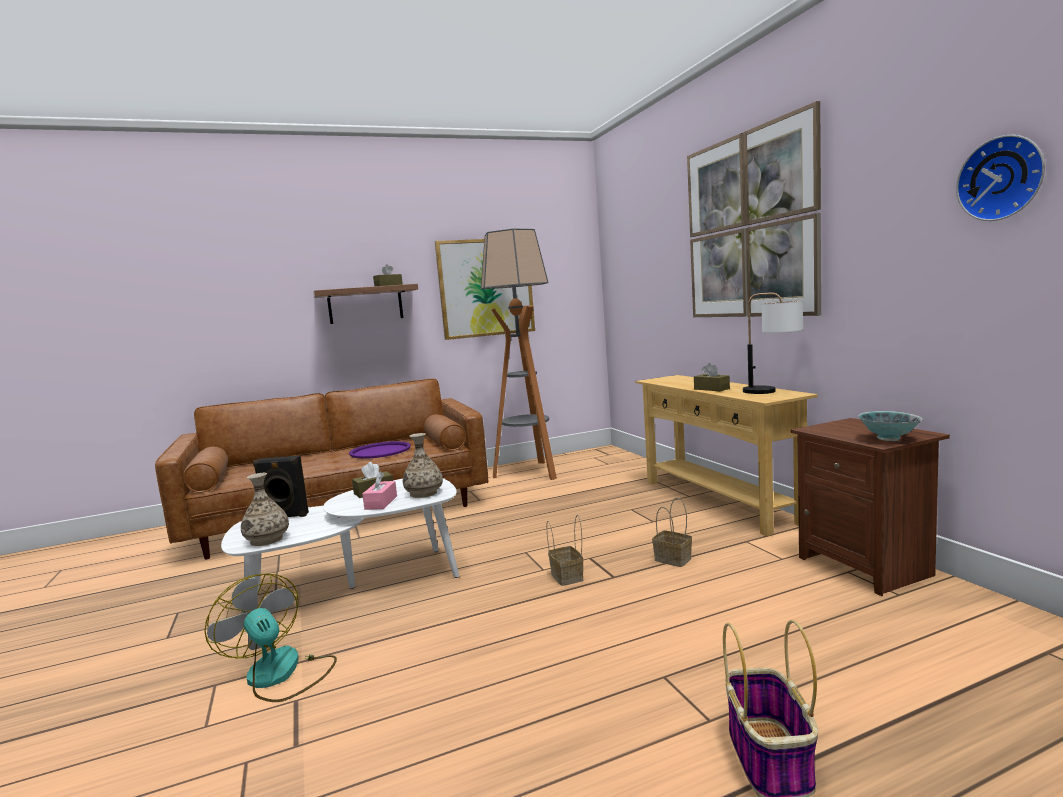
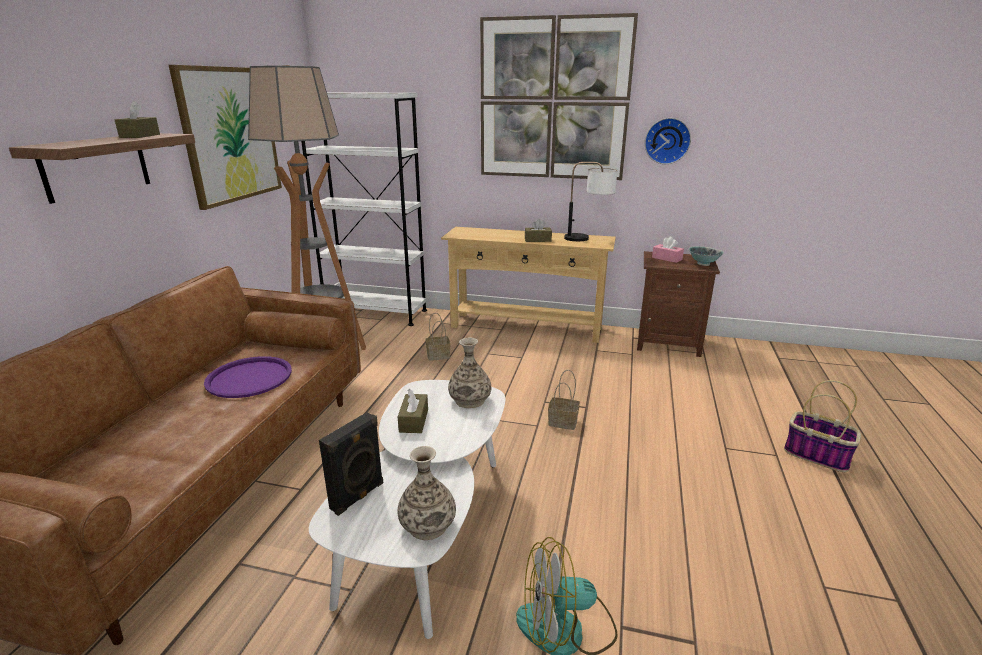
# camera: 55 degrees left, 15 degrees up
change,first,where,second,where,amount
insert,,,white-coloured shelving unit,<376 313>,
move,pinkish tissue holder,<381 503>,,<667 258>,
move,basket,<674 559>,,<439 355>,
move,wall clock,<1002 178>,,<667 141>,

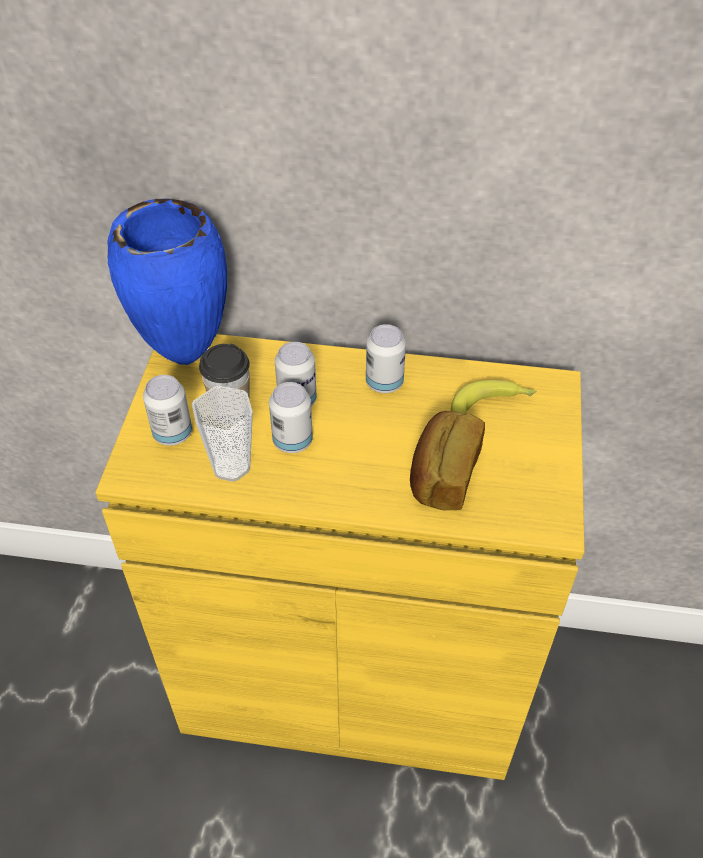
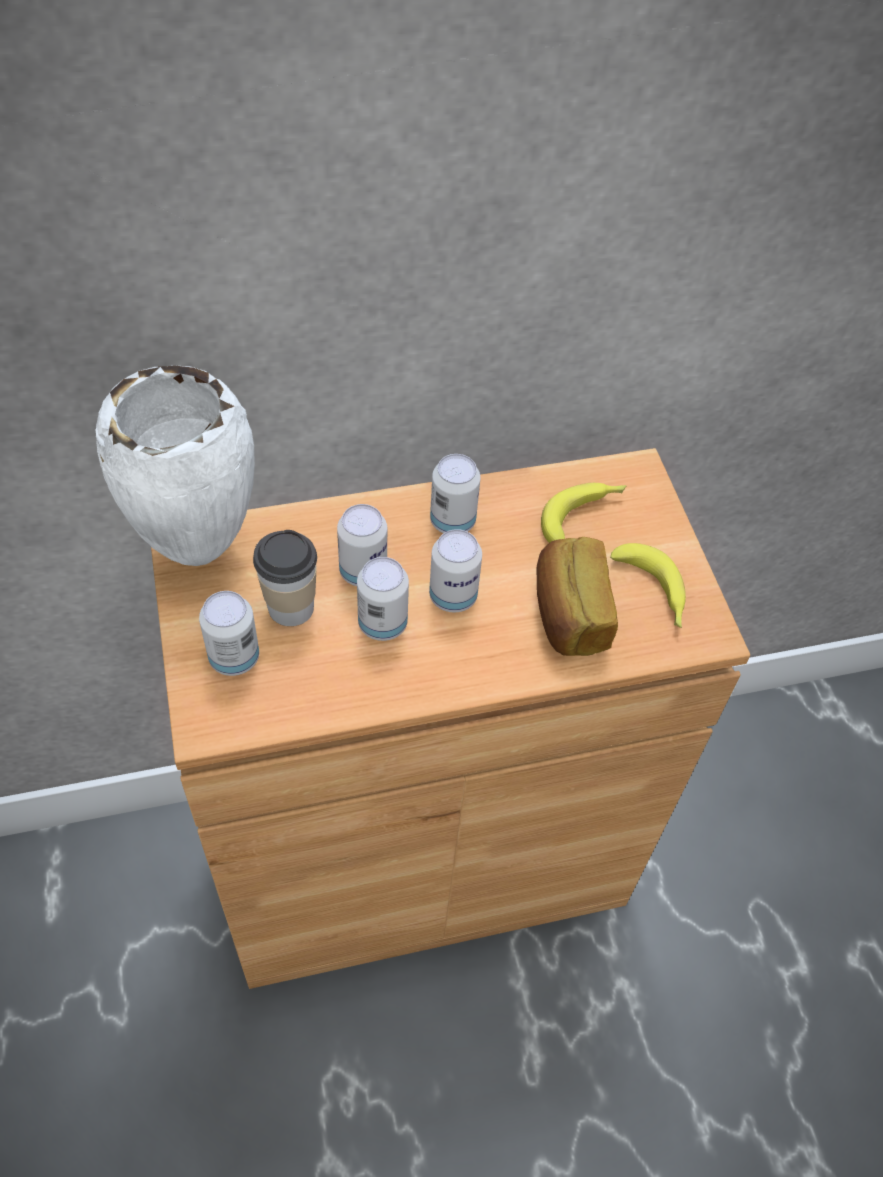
# camera: 25 degrees left, 5 degrees up
change,first,where,second,where,amount
delete,small cup,<231 467>,,,
insert,,,metal can,<453 596>,
insert,,,banana fruit,<652 592>,
recolor,yellowish cupboard,<351 680>,brown-coloured cupboard,<421 856>,
recolor,blue-coloured flower vase,<184 357>,white-coloured flower vase,<198 555>,

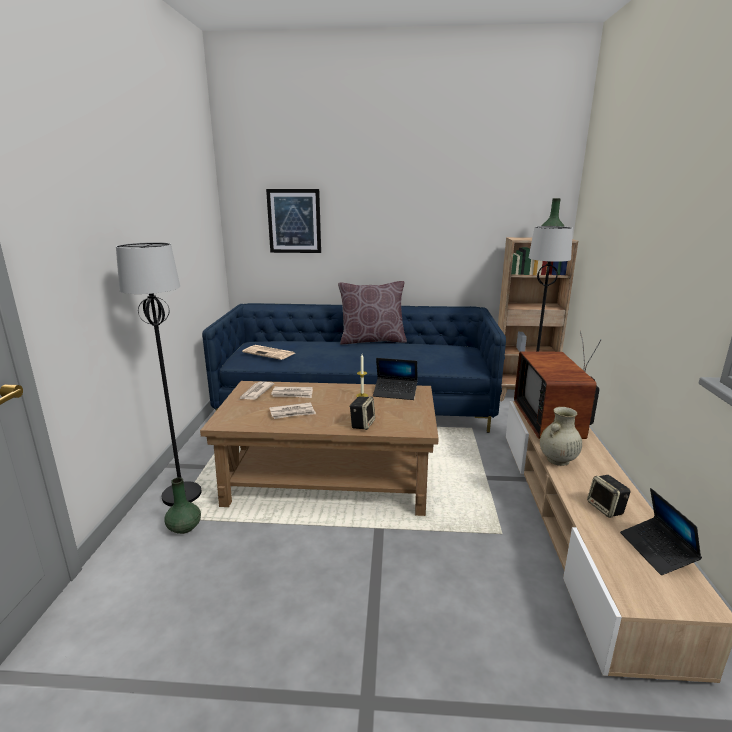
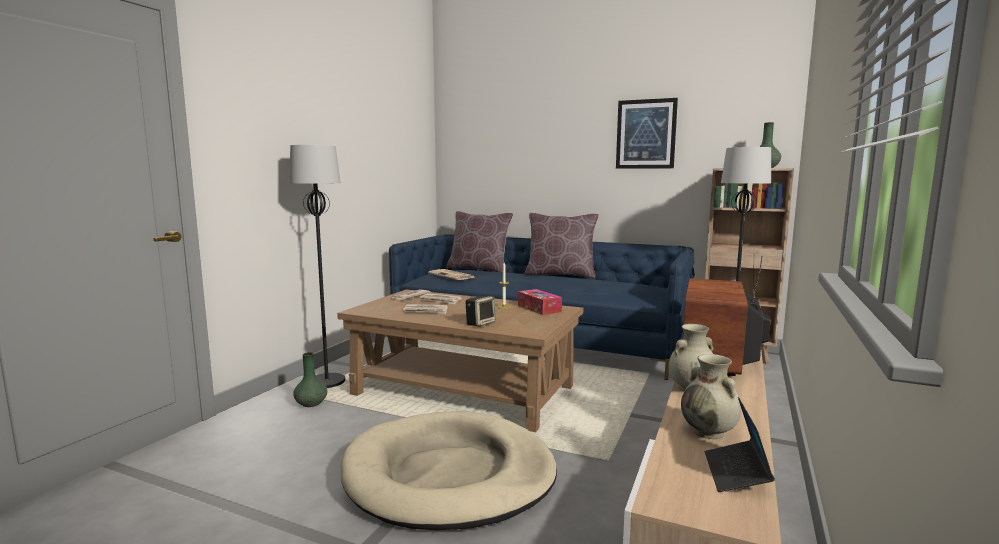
# camera: 20 degrees right, 10 degrees down
change,first,where,second,where,amount
insert,,,sand-coloured pet bed,<449 475>,
insert,,,brown-coloured cushion,<479 269>,
move,picture,<294 221>,,<646 134>,
replace,portable computer,<395 393>,tissue holder,<539 308>,
replace,loudspeaker,<606 508>,sand-coloured flower vase,<709 432>,

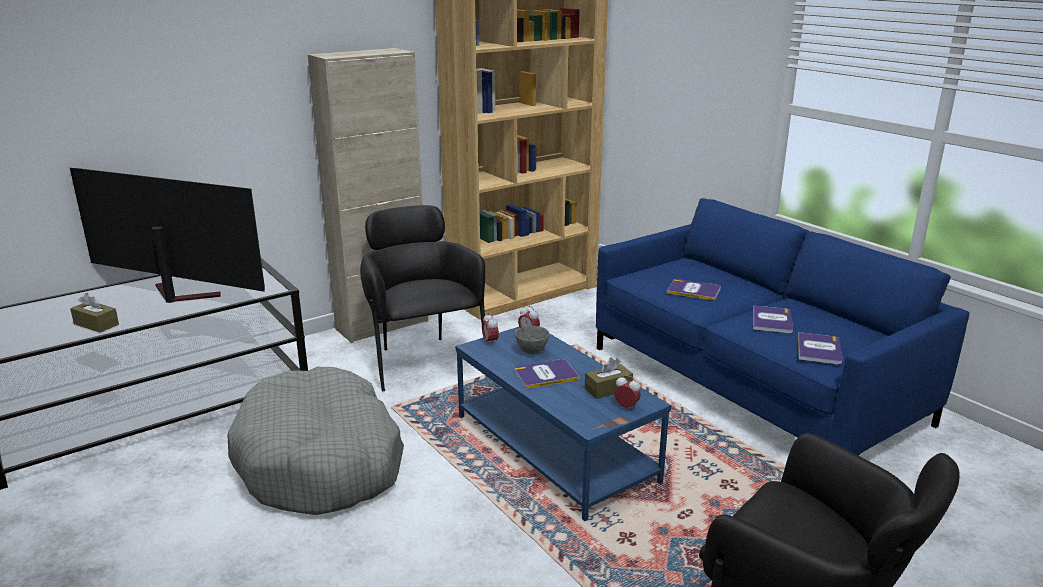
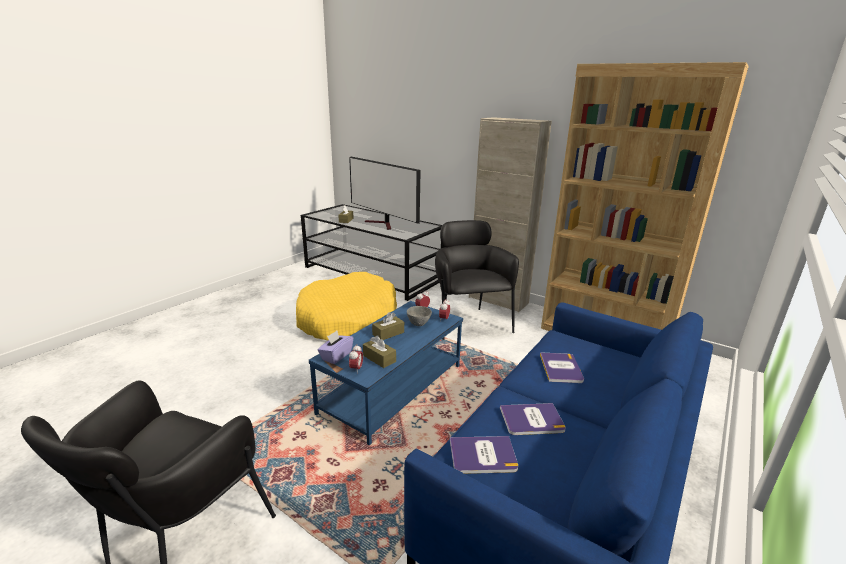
# camera: 70 degrees right, 0 degrees up
change,first,where,second,where,amount
insert,,,purple tissue holder,<336 356>,
replace,bound book,<546 374>,brown-coloured tissue holder,<388 333>,
recolor,grey pet bed,<321 461>,yellowish pet bed,<347 319>,
rotate,TV,<176 296>,,<383 224>,135 degrees clockwise
rotate,black-coloured lounge chair,<423 359>,,<468 321>,60 degrees counterclockwise

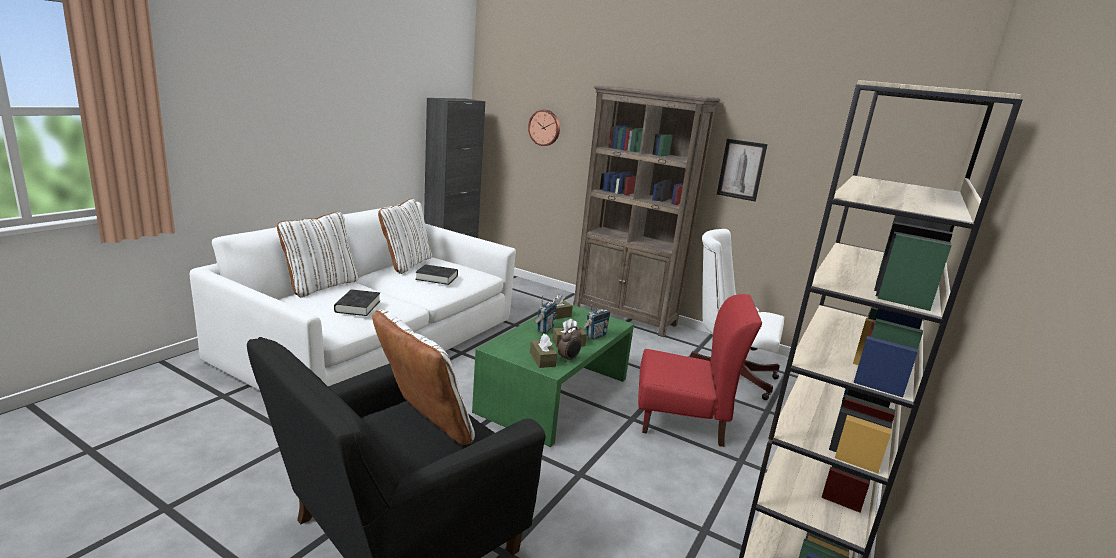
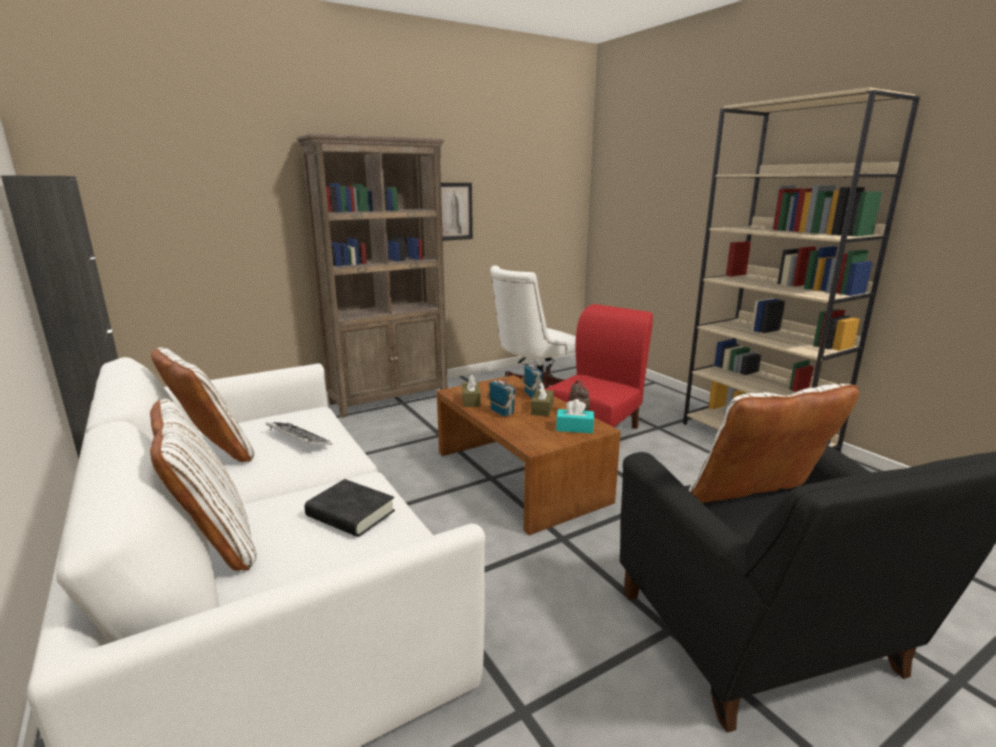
# camera: 60 degrees left, 0 degrees up
change,first,where,second,where,amount
delete,wall clock,<545 127>,,,
replace,black-coloured bound book,<436 278>,PC keyboard,<298 439>,
recolor,greenish lounge table,<553 394>,brown-coloured lounge table,<518 476>,
recolor,brown-coloured tissue holder,<542 359>,blue-green tissue holder,<574 428>,

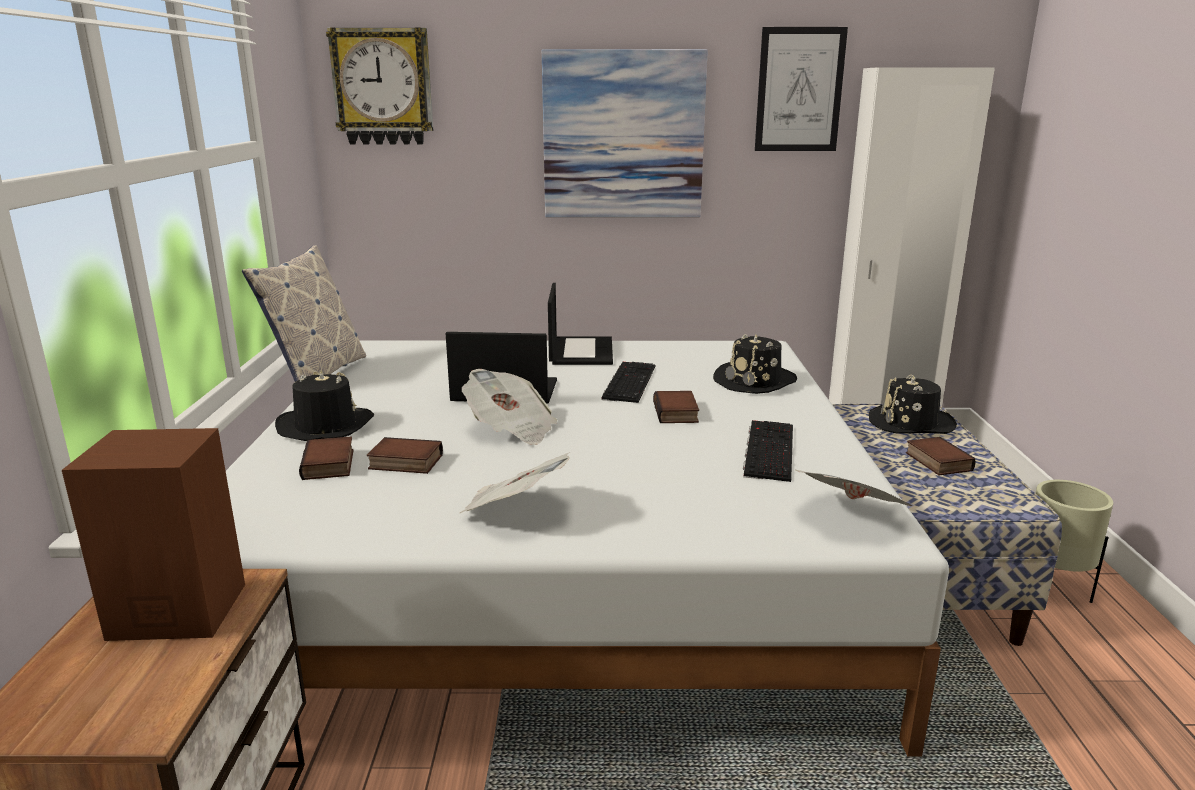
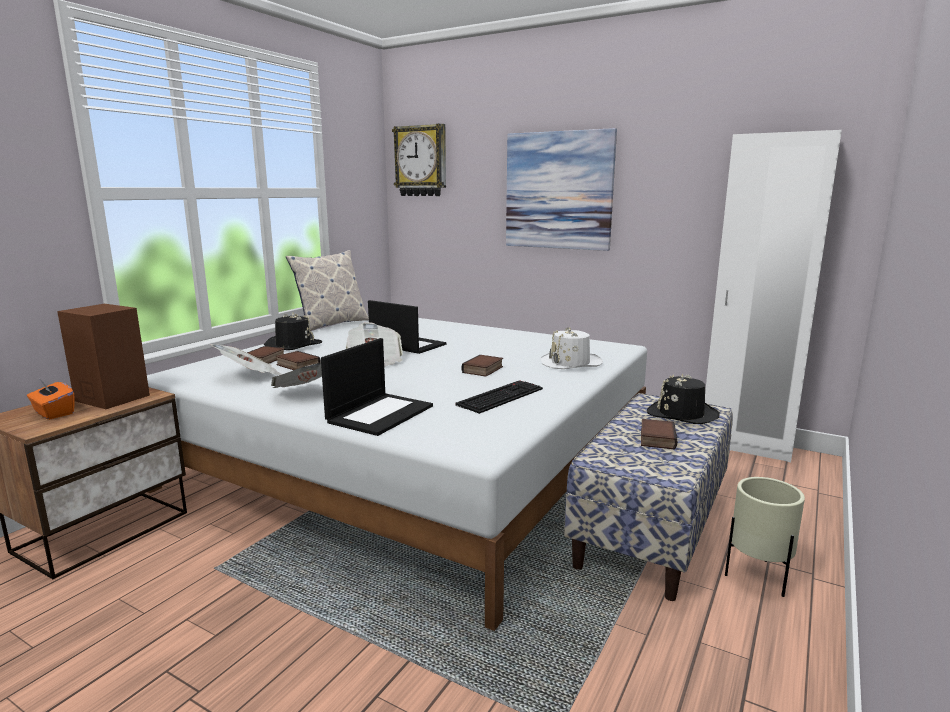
# camera: 30 degrees right, 5 degrees down
change,first,where,second,where,amount
delete,PC keyboard,<628 382>,,,
delete,picture,<799 90>,,,
insert,,,orangey tissue holder,<53 413>,
move,portable computer,<580 351>,,<380 413>,
move,printed paper,<853 516>,,<250 377>,
recolor,black-coloured clothing hat,<755 381>,white-coloured clothing hat,<571 363>,

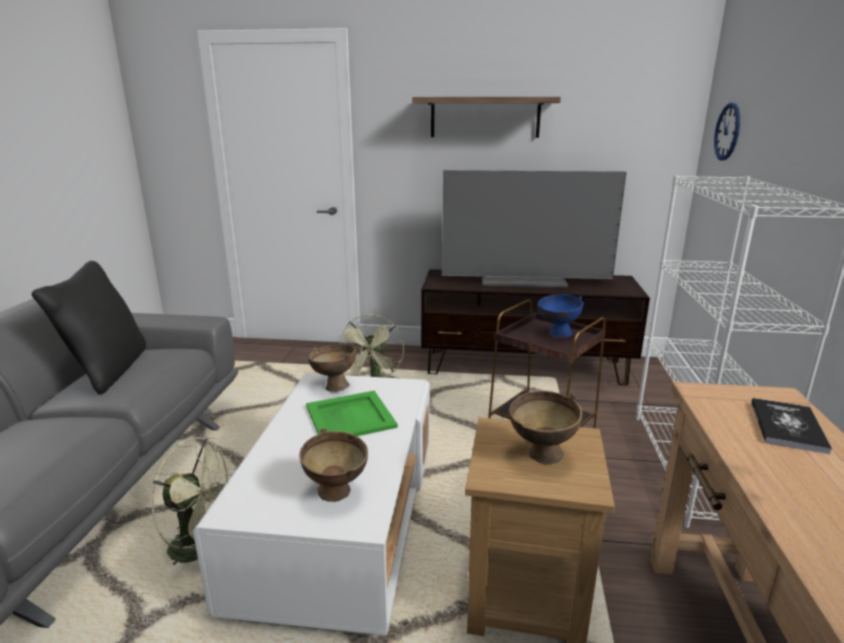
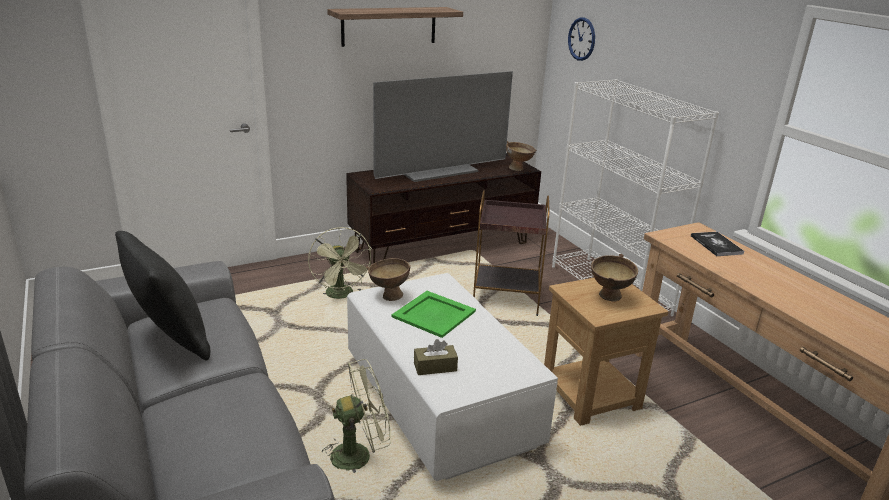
# camera: 35 degrees left, 5 degrees up
change,first,where,second,where,amount
delete,blue-coloured deep dish,<556 334>,,,
insert,,,brown-coloured tissue holder,<435 367>,
move,brown-coloured deep dish,<337 495>,,<519 169>,

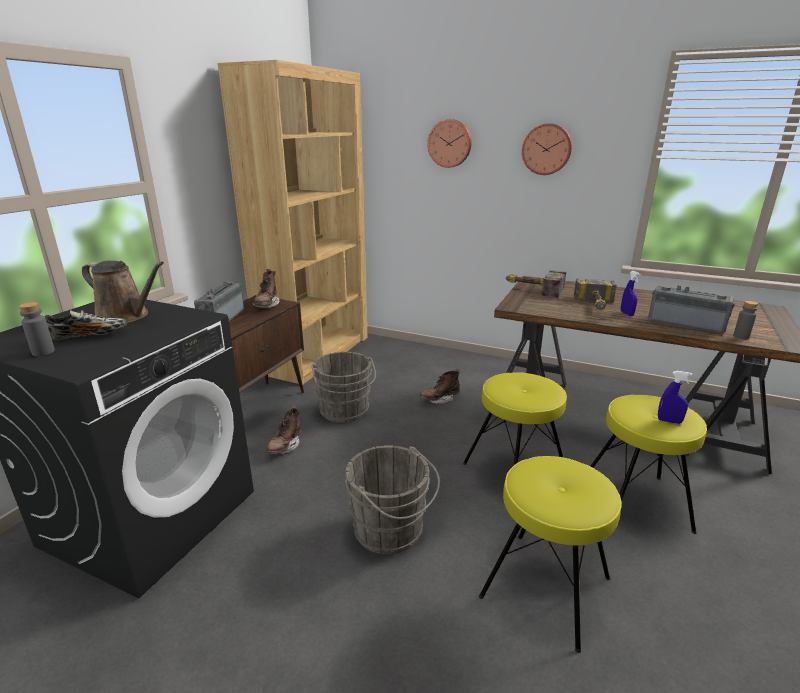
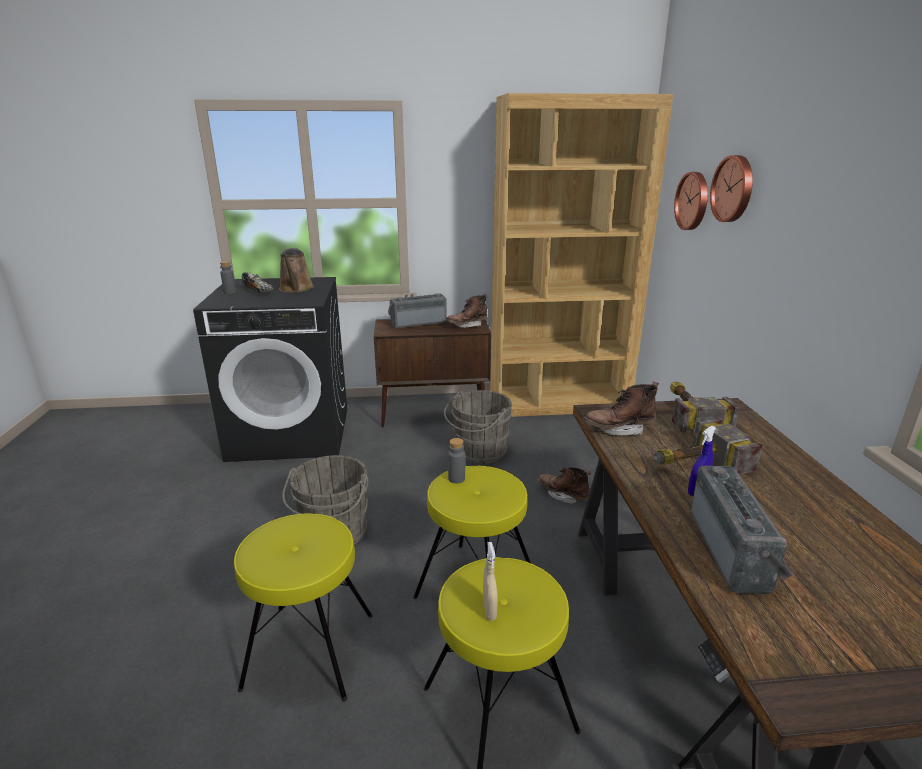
# camera: 60 degrees right, 0 degrees up
change,first,where,second,where,amount
move,brown-coloured high-top boot,<285 446>,,<618 429>,
move,wall clock,<546 149>,,<693 201>,
move,grey drink bottle,<741 336>,,<456 478>,
recolor,blue-coloured sprayer,<669 421>,sand-coloured sprayer,<489 610>,

